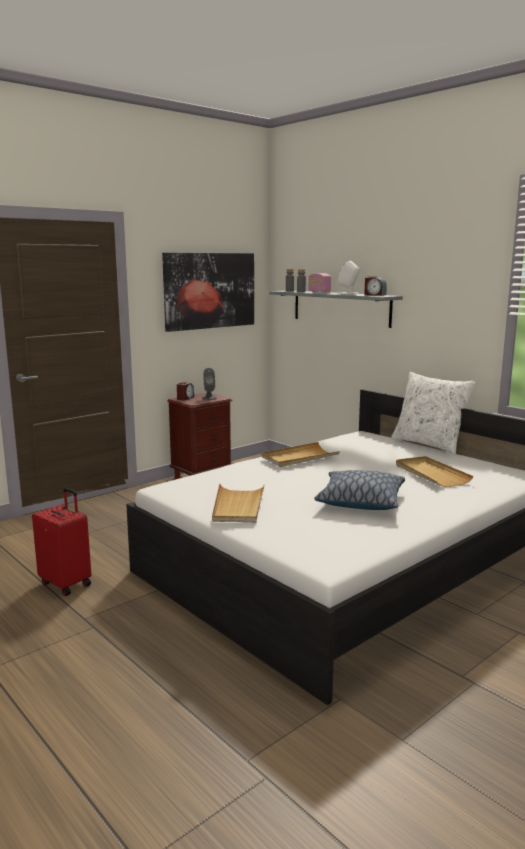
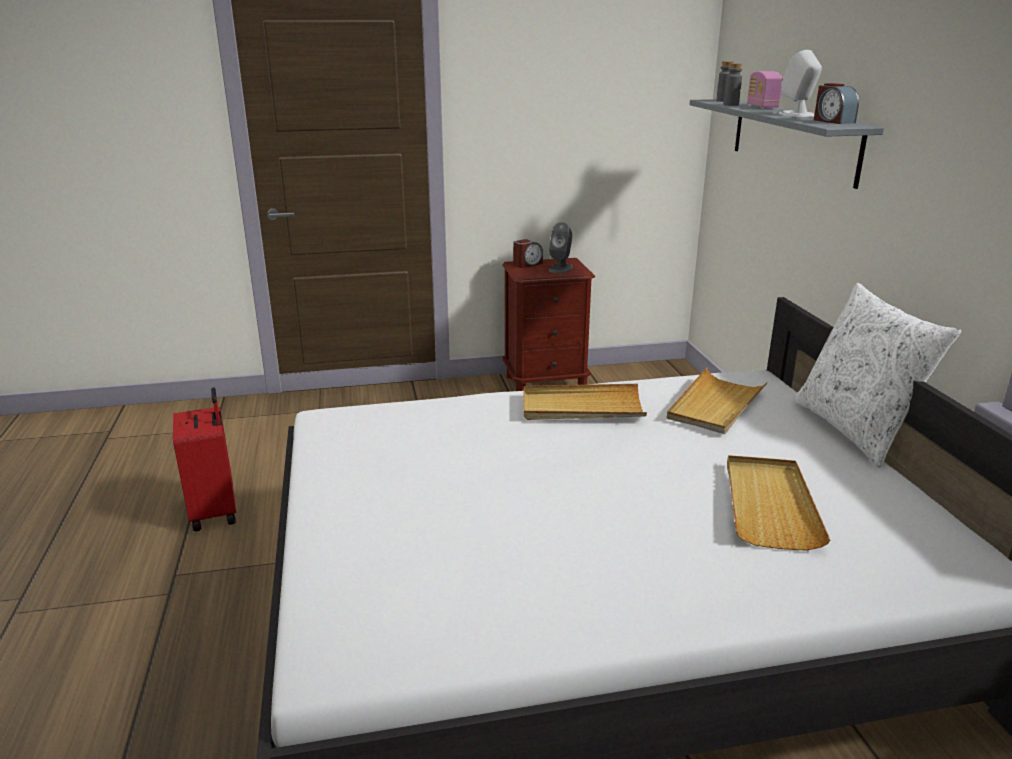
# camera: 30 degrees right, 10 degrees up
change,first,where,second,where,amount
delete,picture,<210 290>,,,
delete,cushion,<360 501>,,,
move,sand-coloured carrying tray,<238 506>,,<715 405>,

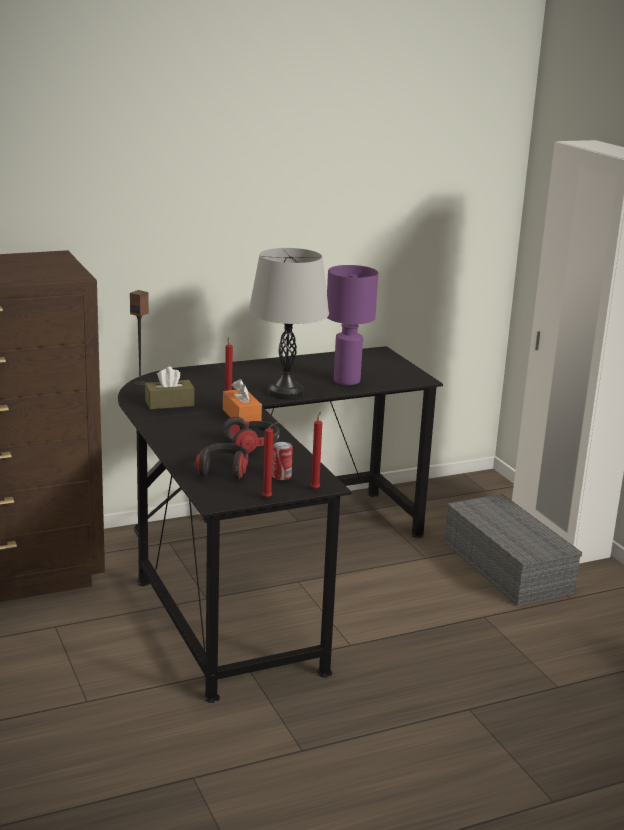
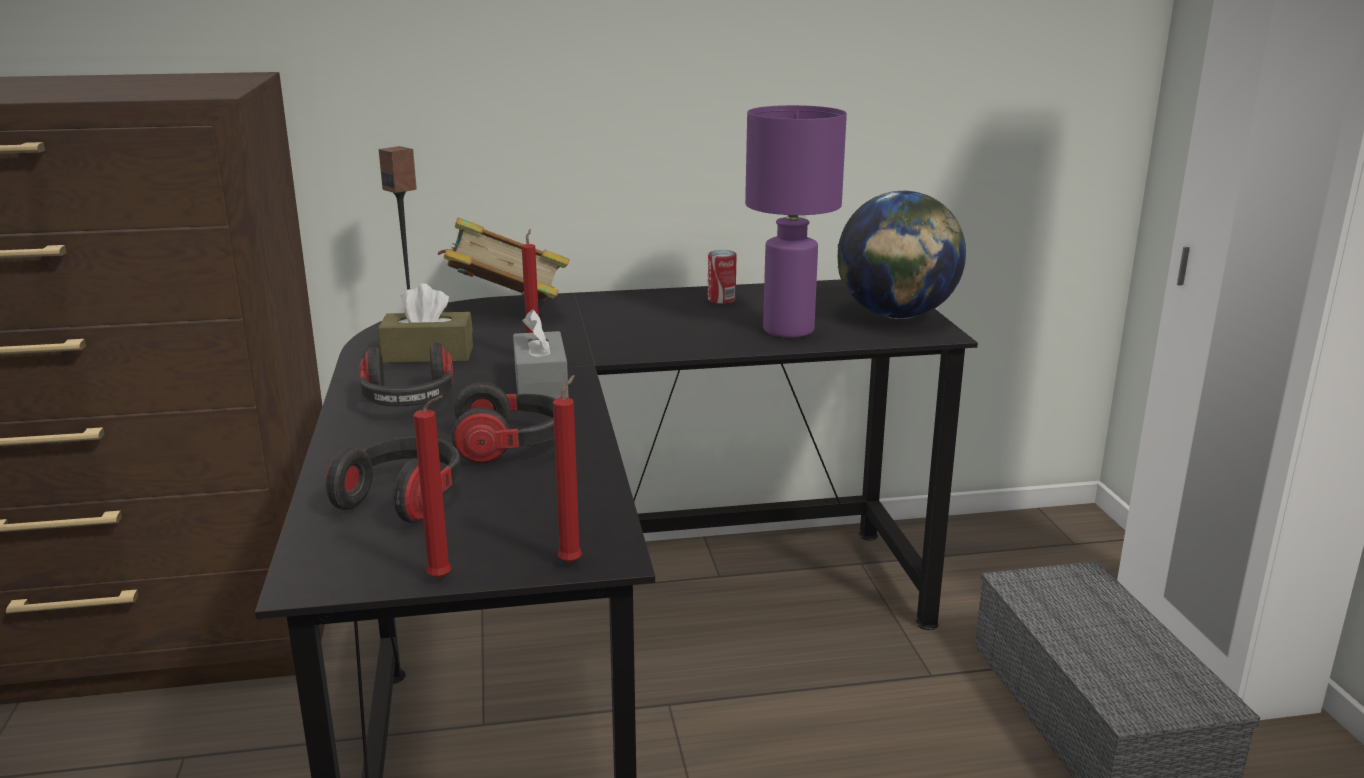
# camera: 15 degrees right, 0 degrees up
change,first,where,second,where,amount
delete,grey tabletop lamp,<285 393>,,,
insert,,,pair of headphones,<409 403>,
insert,,,bound book,<505 311>,
insert,,,globe,<896 316>,
move,metal can,<281 476>,,<721 299>,
recolor,orangey tissue holder,<241 416>,grey tissue holder,<541 384>,

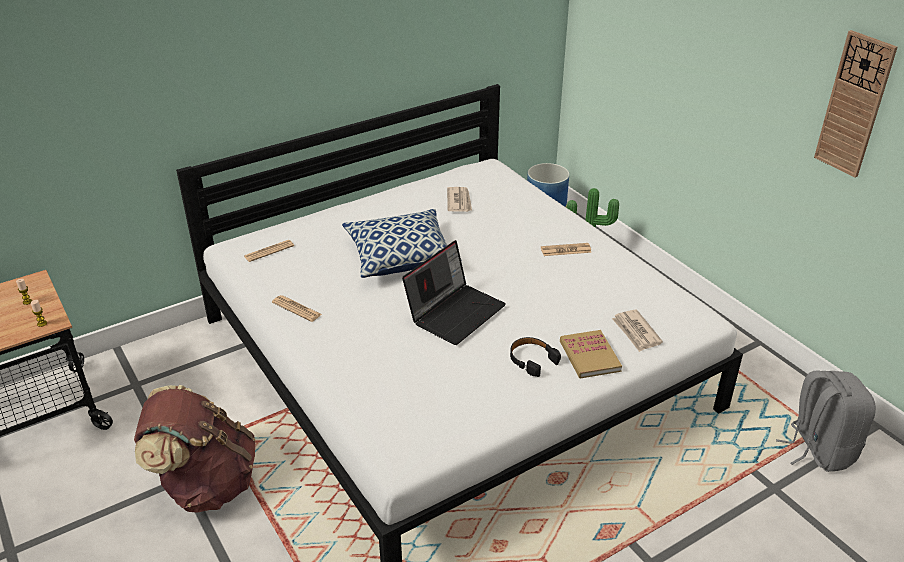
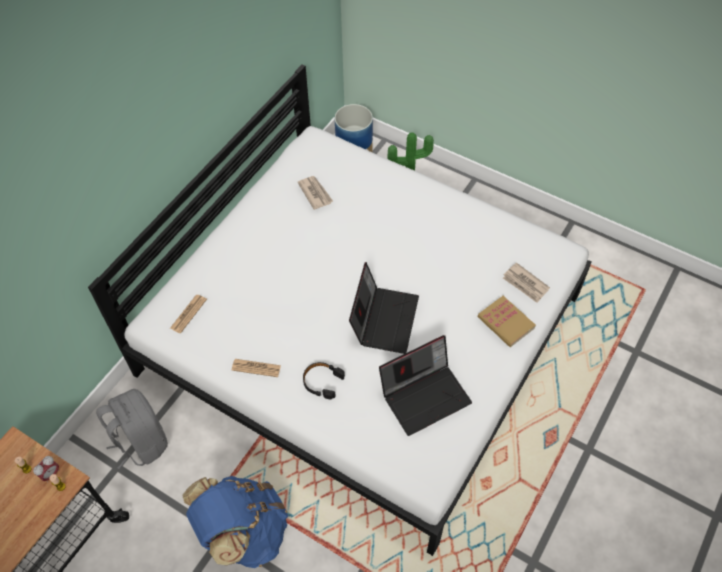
# camera: 25 degrees left, 20 degrees up
change,first,where,second,where,amount
delete,cushion,<401 256>,,,
delete,printed paper,<565 250>,,,
delete,wall clock,<854 105>,,,
insert,,,bedside clock,<51 474>,
insert,,,portable computer,<425 395>,
move,black-coloured pair of headphones,<532 360>,,<322 382>,
move,grey backpack,<818 449>,,<141 441>,
recolor,brown-coloured backpack,<206 484>,blue-coloured backpack,<244 532>,

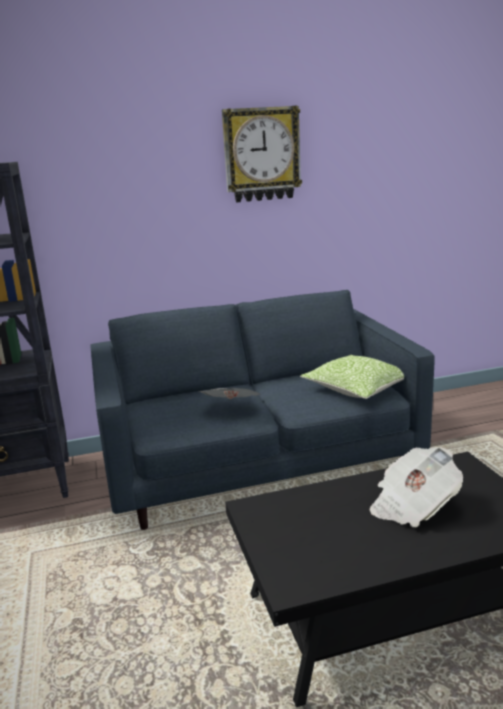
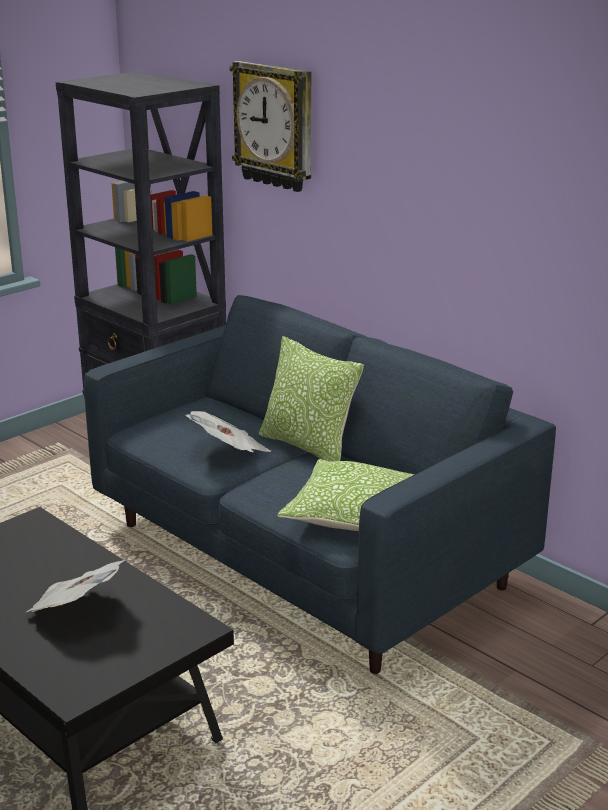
# camera: 60 degrees right, 5 degrees up
change,first,where,second,where,amount
insert,,,cushion,<308 447>,
move,wall clock,<261 154>,,<275 126>,

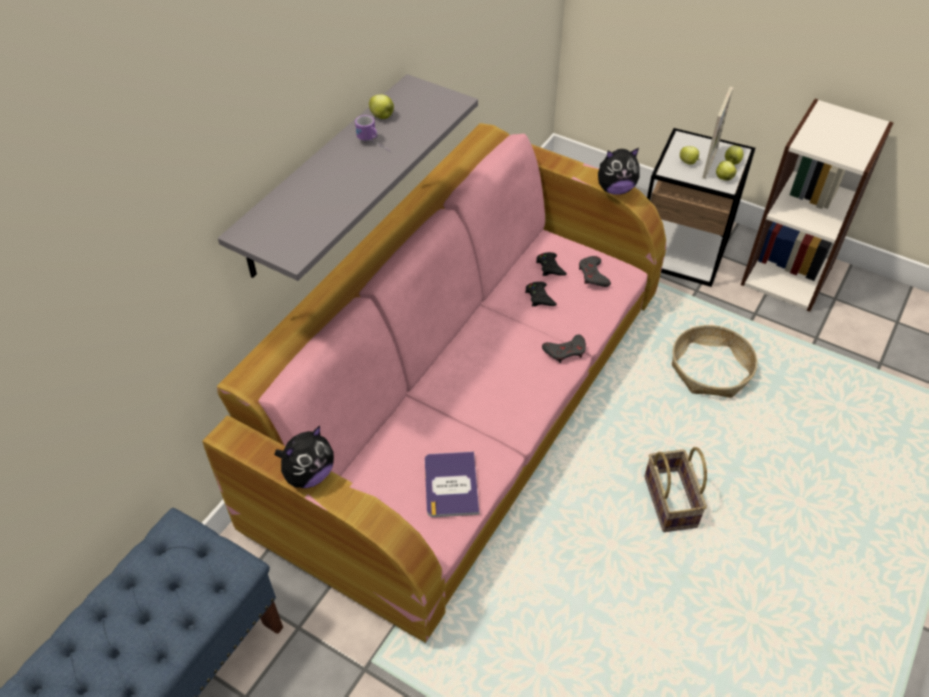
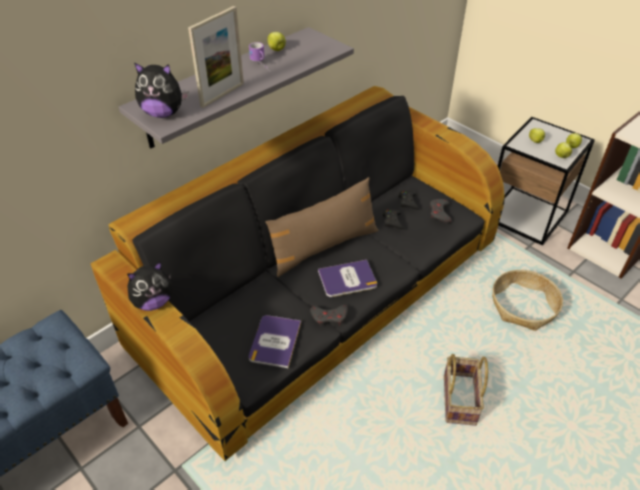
# camera: 15 degrees right, 5 degrees down
change,first,where,second,where,amount
insert,,,brown-coloured cushion,<324 247>,
insert,,,bound book,<347 279>,
move,grey joypad,<565 351>,,<329 316>,
move,soft toy,<615 189>,,<163 113>,
move,picture frame,<710 163>,,<222 95>,
recolor,pinkish couch,<465 405>,black-coloured couch,<320 293>,

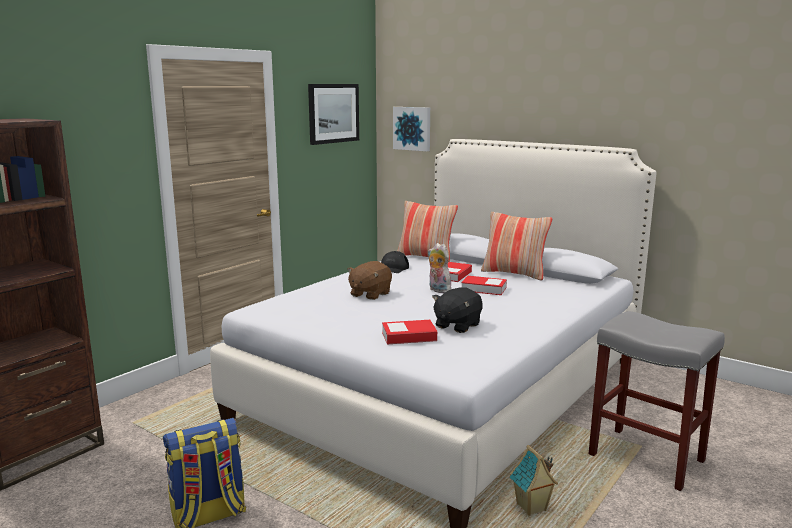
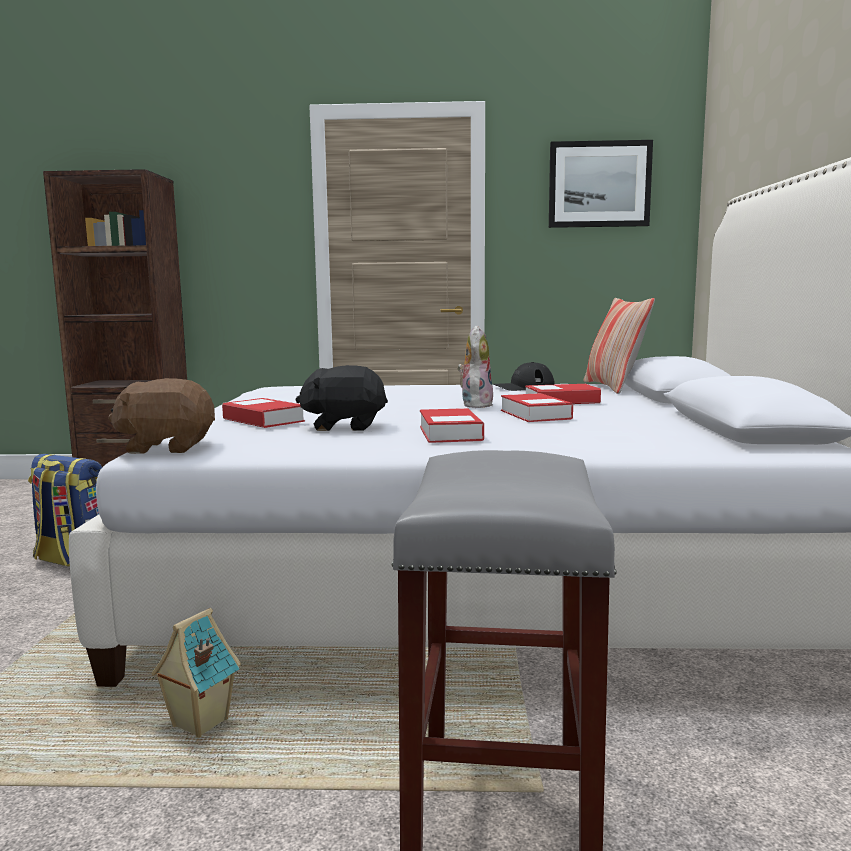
# camera: 55 degrees right, 5 degrees down
change,first,where,second,where,amount
delete,picture,<412 128>,,,
delete,cushion,<514 273>,,,
insert,,,bound book,<450 433>,
move,brown-coloured soft toy,<369 294>,,<167 447>,

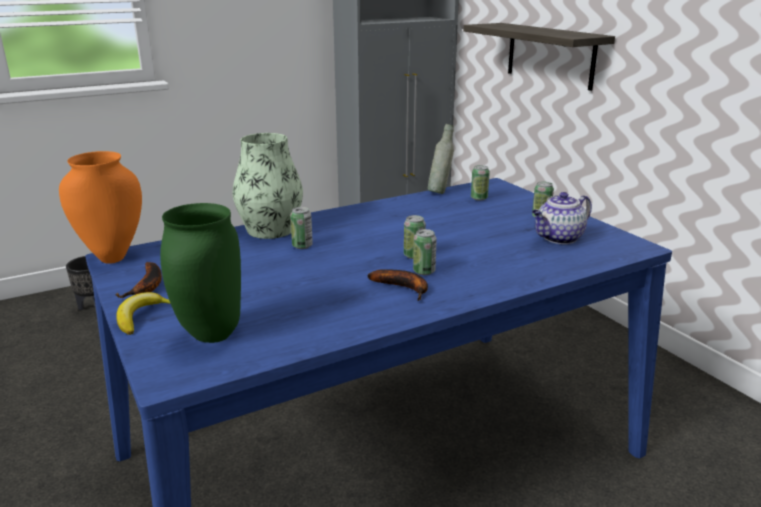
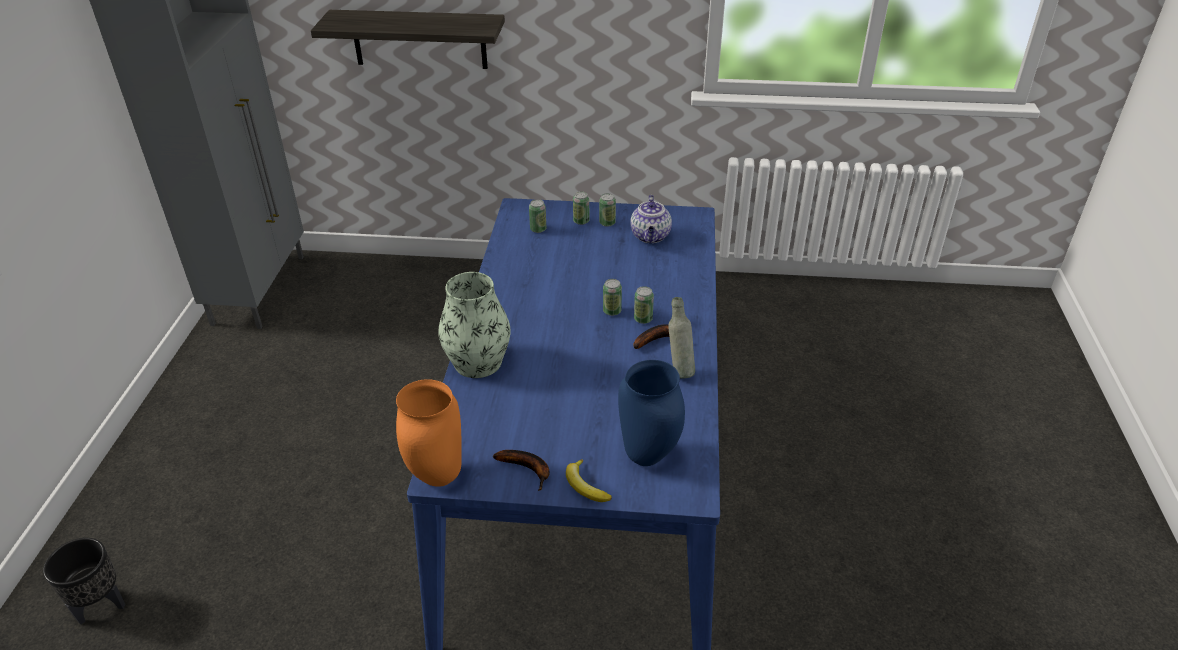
# camera: 55 degrees left, 15 degrees up
change,first,where,second,where,amount
move,metal can,<302 246>,,<581 221>,
move,grey drink bottle,<440 192>,,<679 370>,
recolor,greenish flower vase,<212 335>,blue-coloured flower vase,<649 456>,

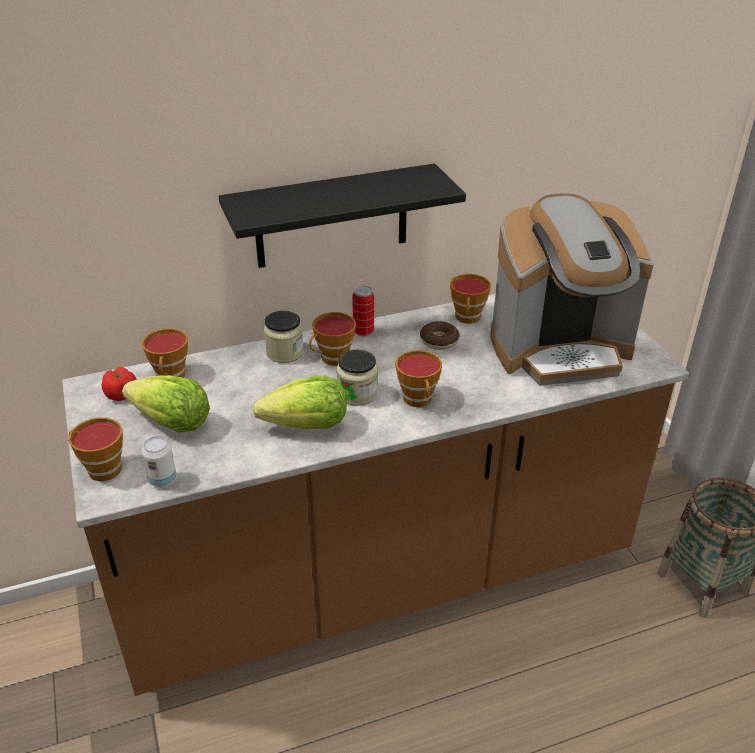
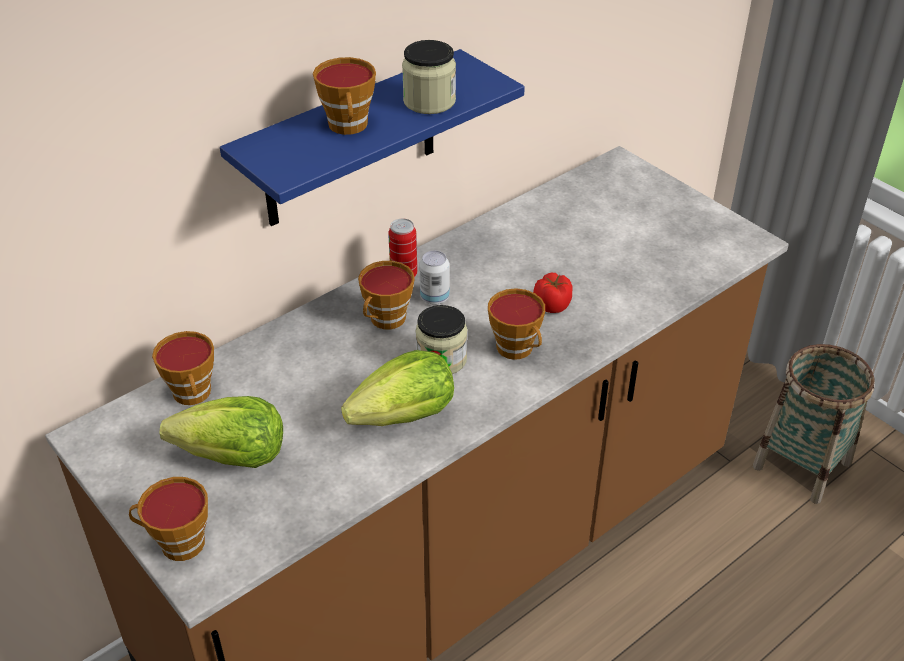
# camera: 20 degrees left, 5 degrees up
change,first,where,second,where,amount
delete,donut,<439 341>,,,
delete,coffee machine,<560 350>,,,
move,whole tomato,<122 394>,,<553 305>,
move,metal can,<163 480>,,<434 297>,
move,jar,<285 352>,,<429 101>,
move,small cup,<468 318>,,<349 127>,
recolor,black-coloured bracket shelf,<332 217>,blue-coloured bracket shelf,<350 141>,

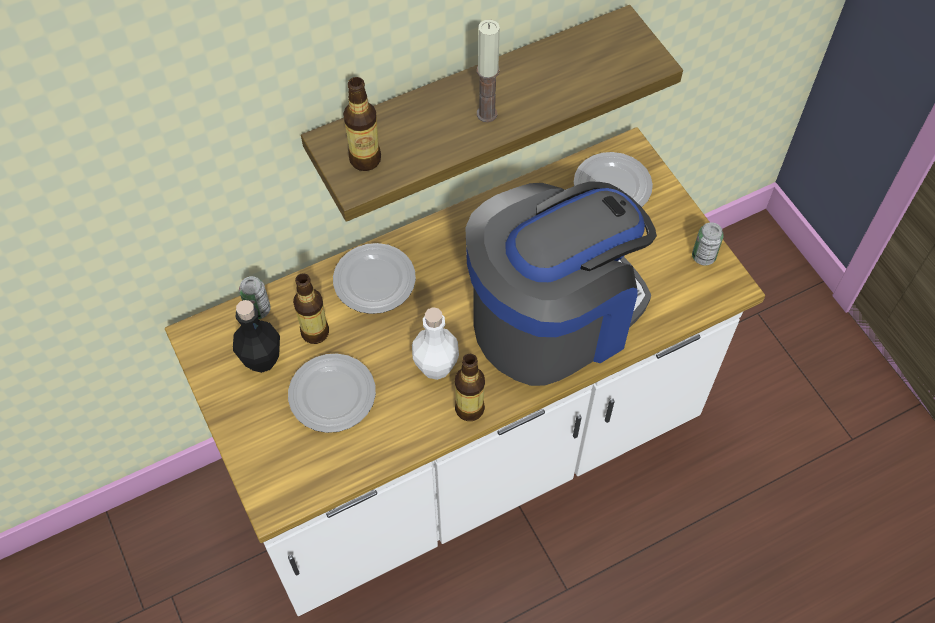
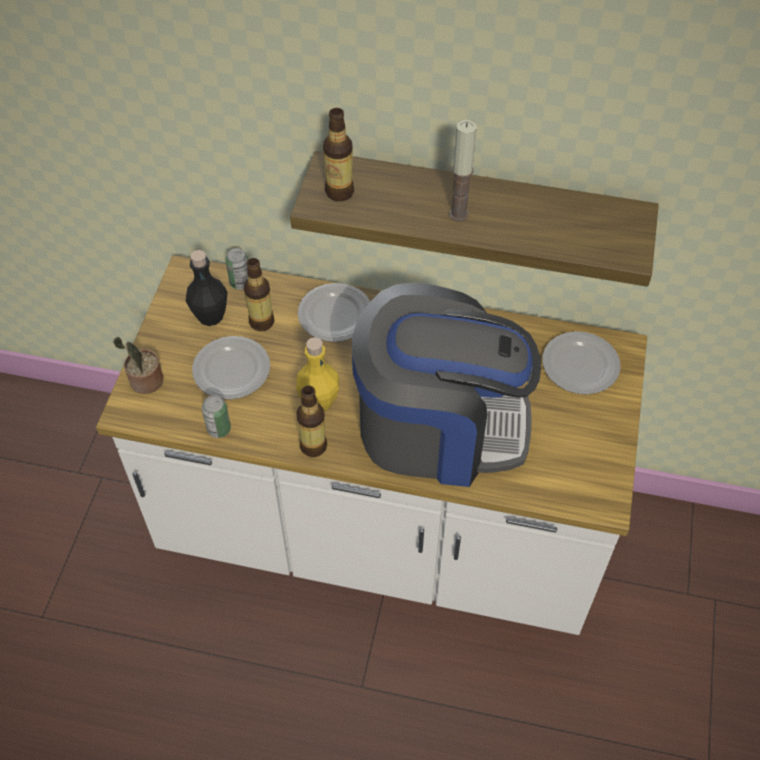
# camera: 40 degrees right, 5 degrees down
change,first,where,second,where,amount
insert,,,potted plant,<145 382>,
move,metal can,<703 256>,,<219 429>,
recolor,white-coloured drink bottle,<436 367>,yellowish drink bottle,<319 401>,

